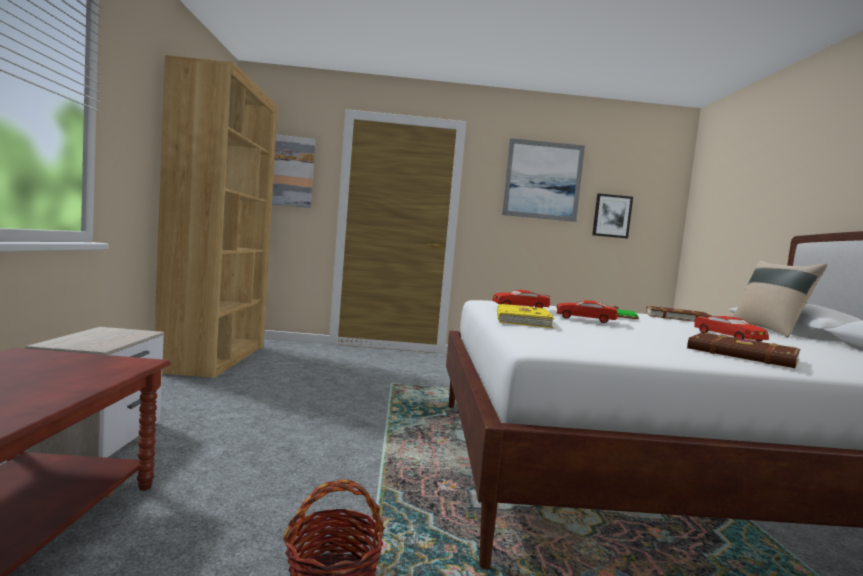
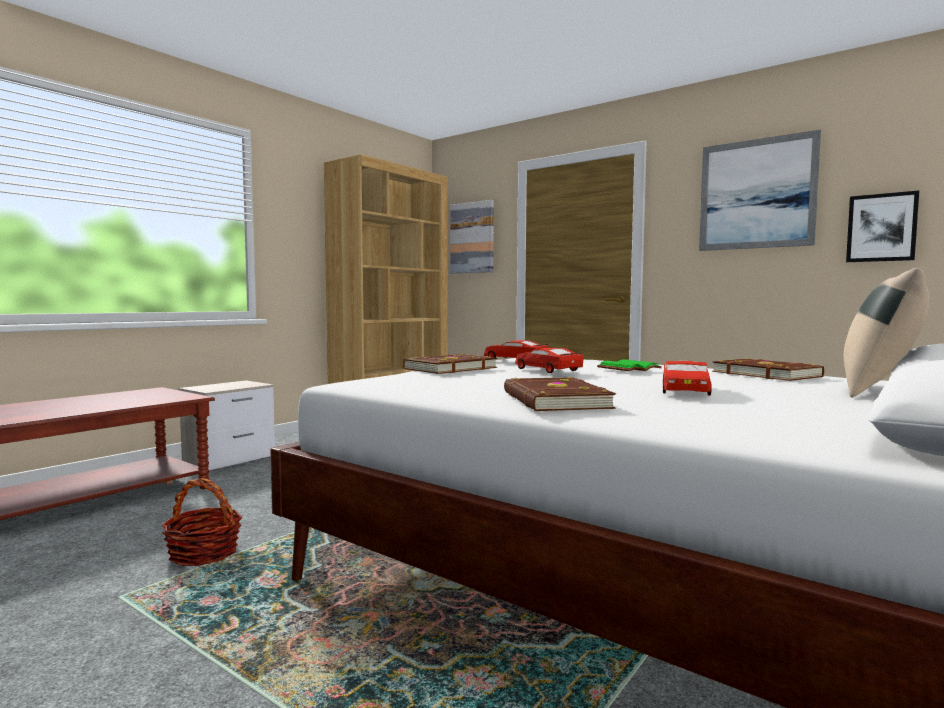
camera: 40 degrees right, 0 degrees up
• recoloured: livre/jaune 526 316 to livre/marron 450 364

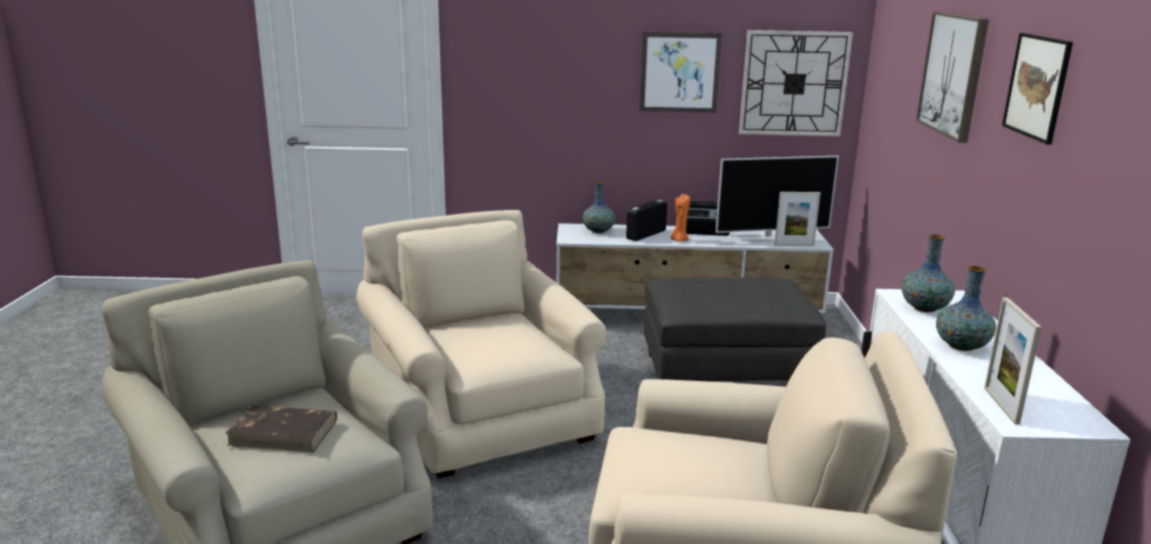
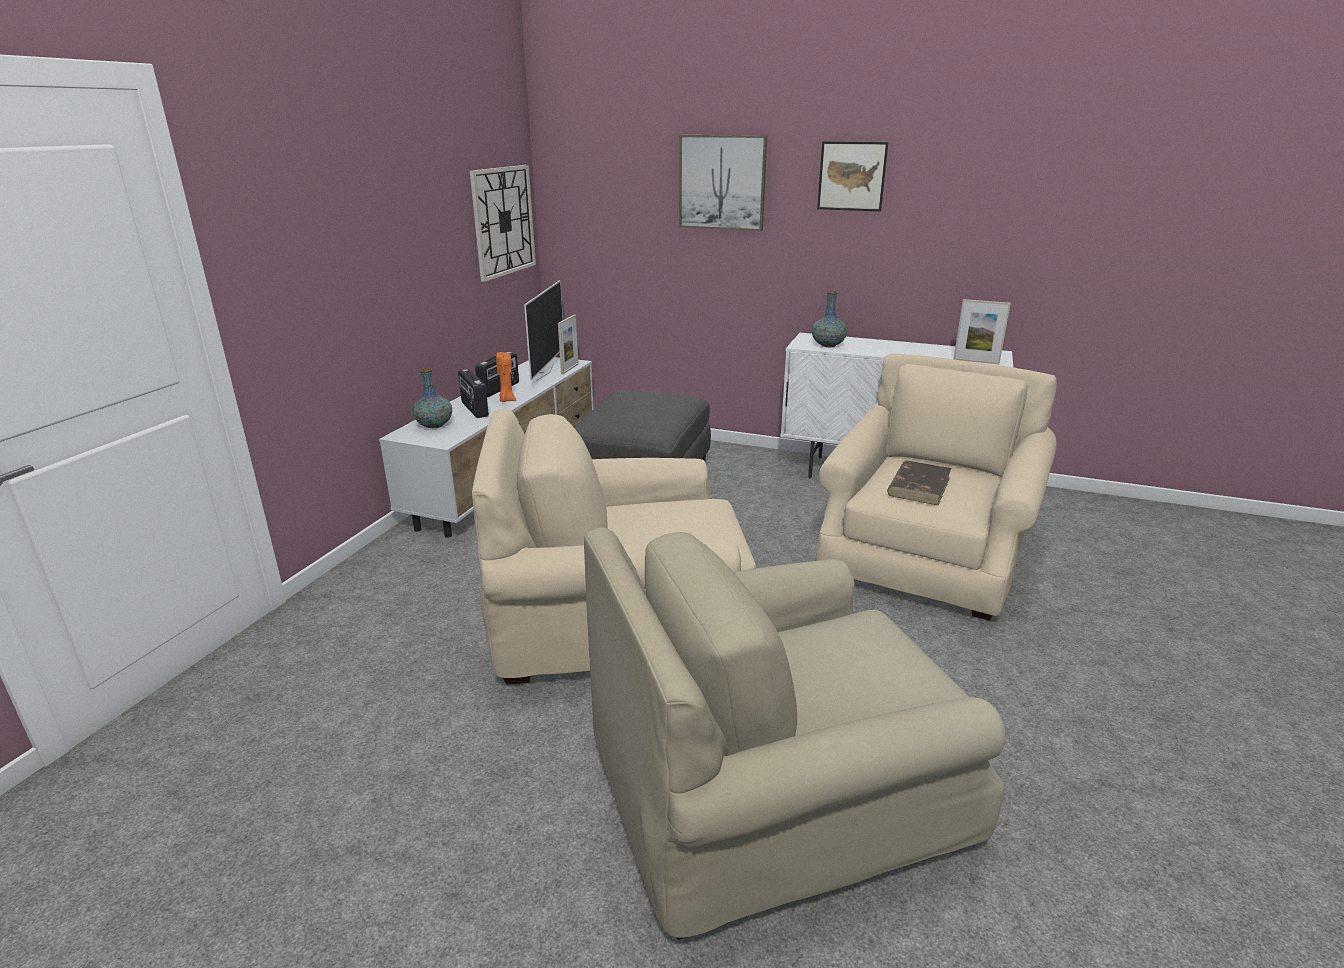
camera: 70 degrees left, 5 degrees up
• moved: livre/marron 281 428 to 919 483
• removed: tableau 680 72
• removed: vase 966 308

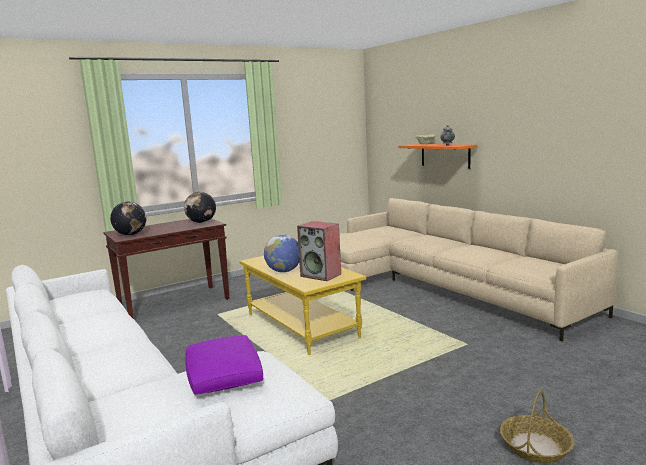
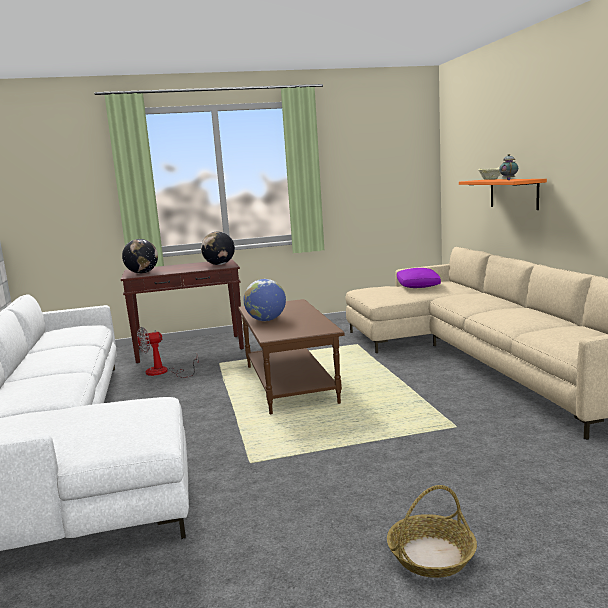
camera: 20 degrees right, 0 degrees up
• moved: coussin/violet 224 365 to 419 278
• recoloured: table basse/jaune 302 305 to table basse/marron 291 356
• removed: enceinte 319 251
• added: ventilateur 168 352

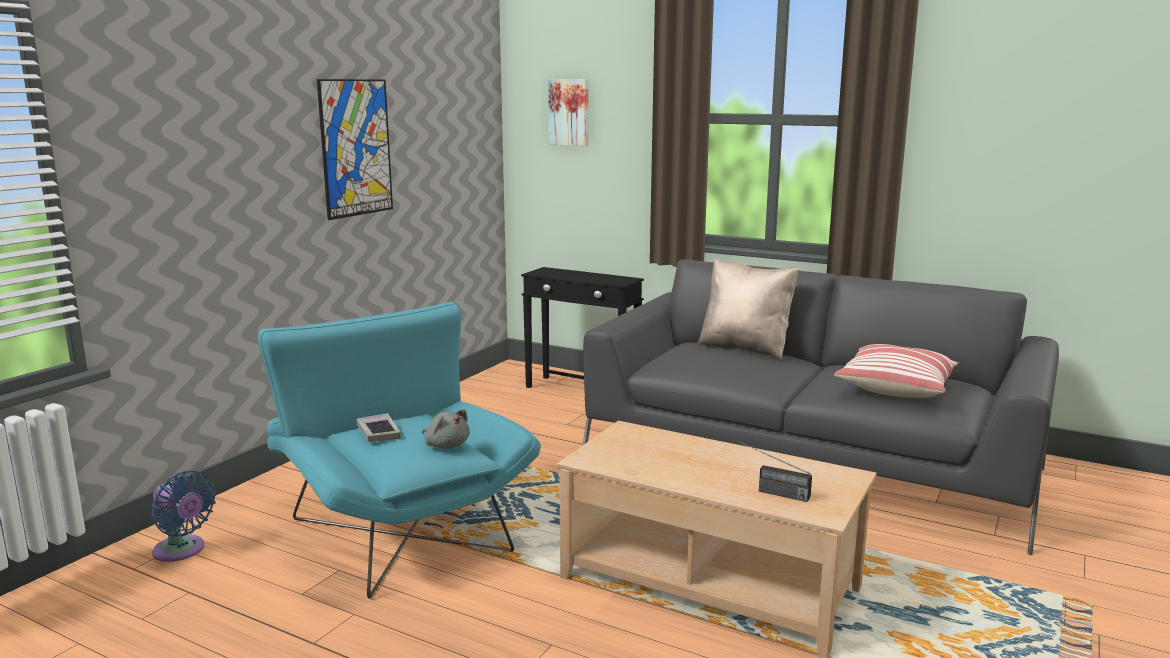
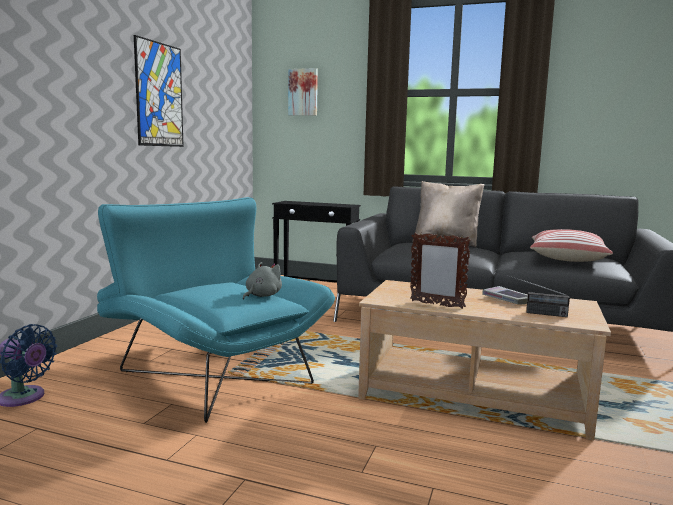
camera: 10 degrees left, 5 degrees down
• moved: livre 379 427 to 505 295
• turned: peluche/gris 446 429 = 262 281 90 degrees counterclockwise
• added: cadre photo 440 271

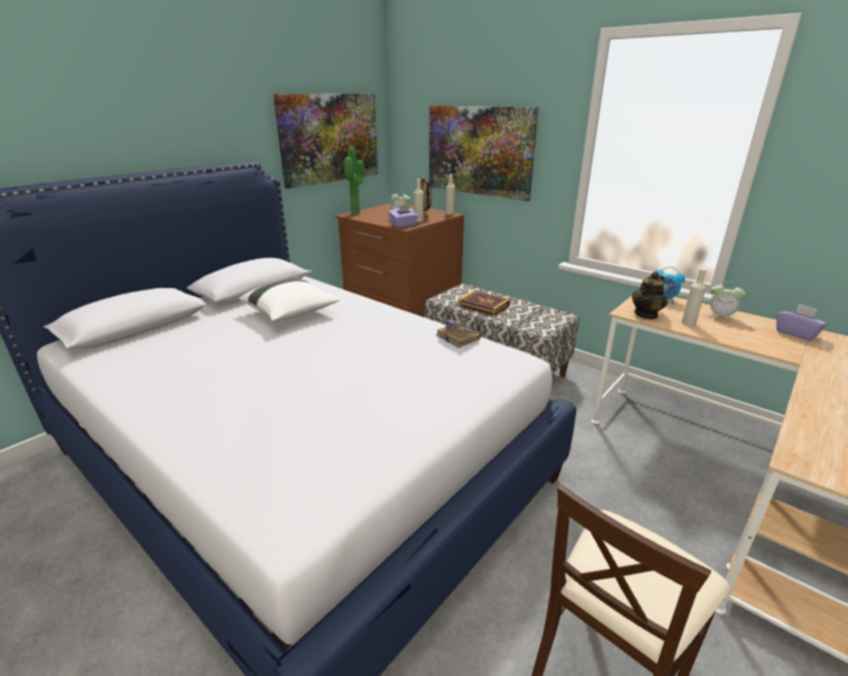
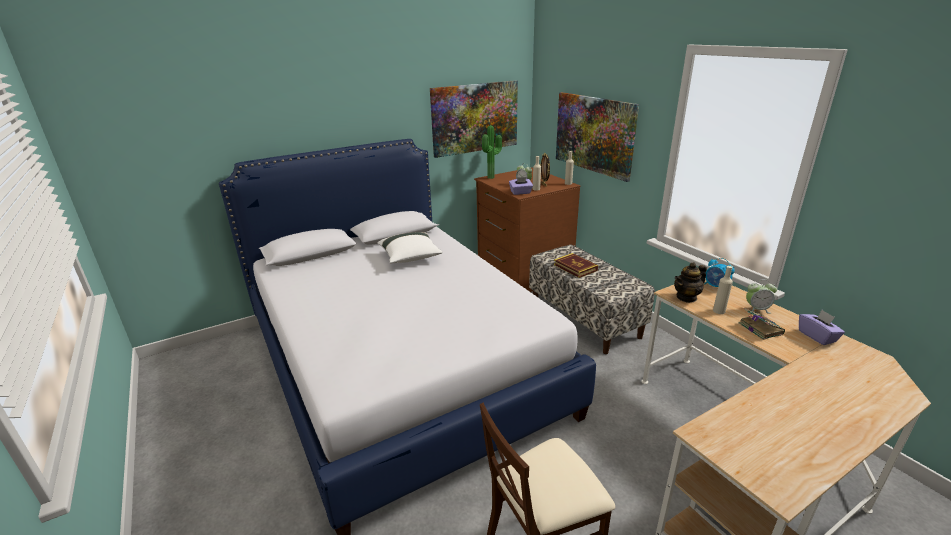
camera: 20 degrees right, 0 degrees up
• moved: livre 458 332 to 762 324
• turned: réveil 726 301 = 761 296 45 degrees counterclockwise

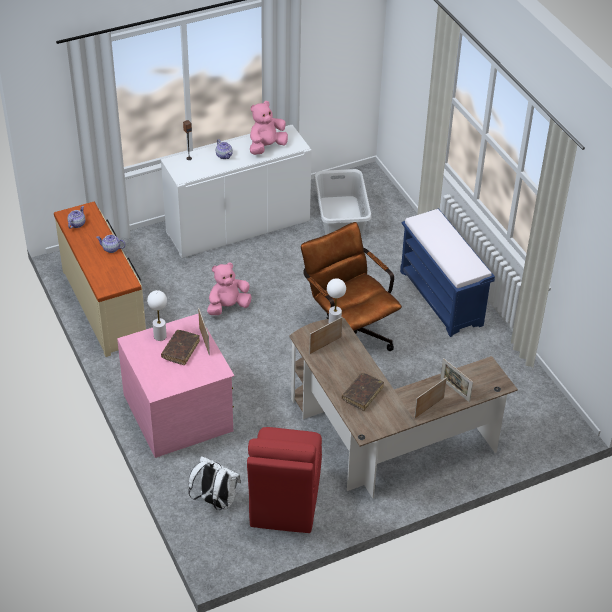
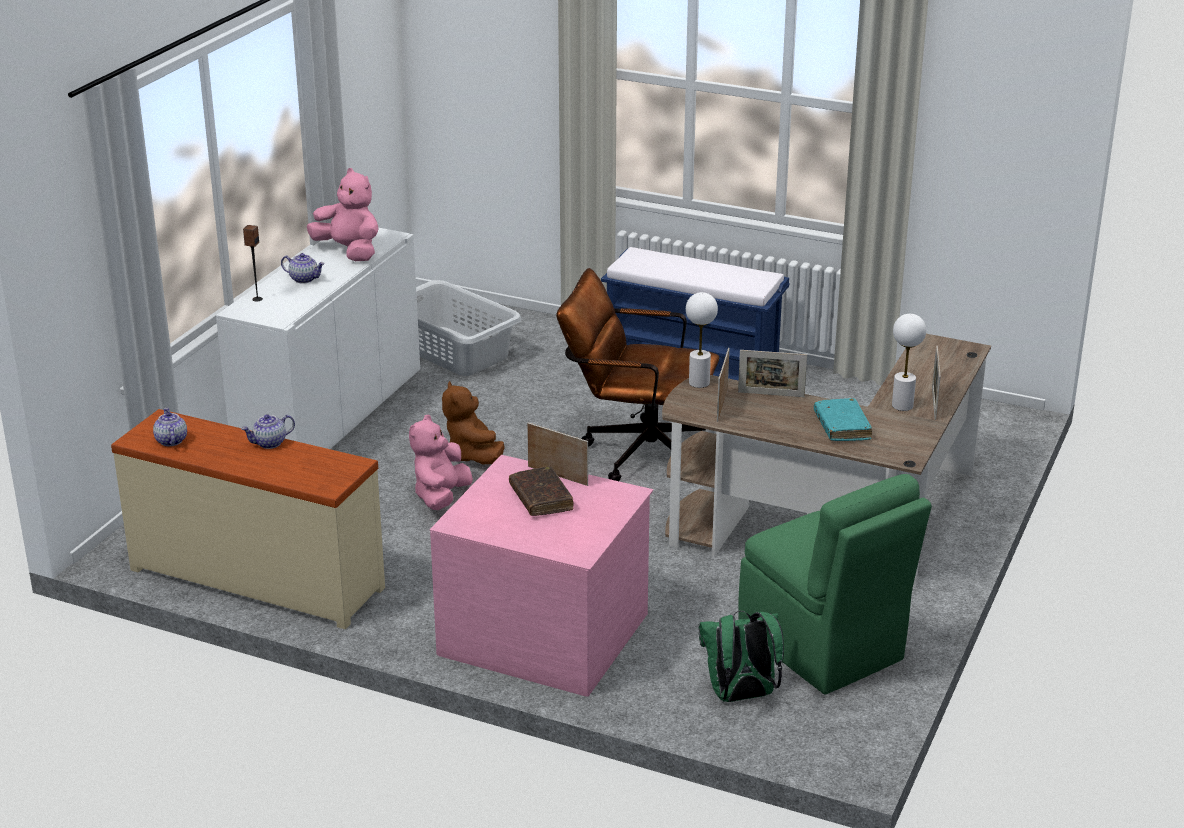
camera: 40 degrees left, 15 degrees down
• moved: lampe de table/blanc 157 315 to 909 362
• recoloured: sac à dos/blanc 214 483 to sac à dos/vert 741 656
• recoloured: chaise/rouge 284 480 to chaise/vert 835 584
• turned: peluche/rose 269 128 = 343 214 120 degrees clockwise
• recoloured: livre/marron 363 391 to livre/turquoise 843 419
• moved: cadre photo 456 380 to 772 373
• added: peluche/marron 473 422

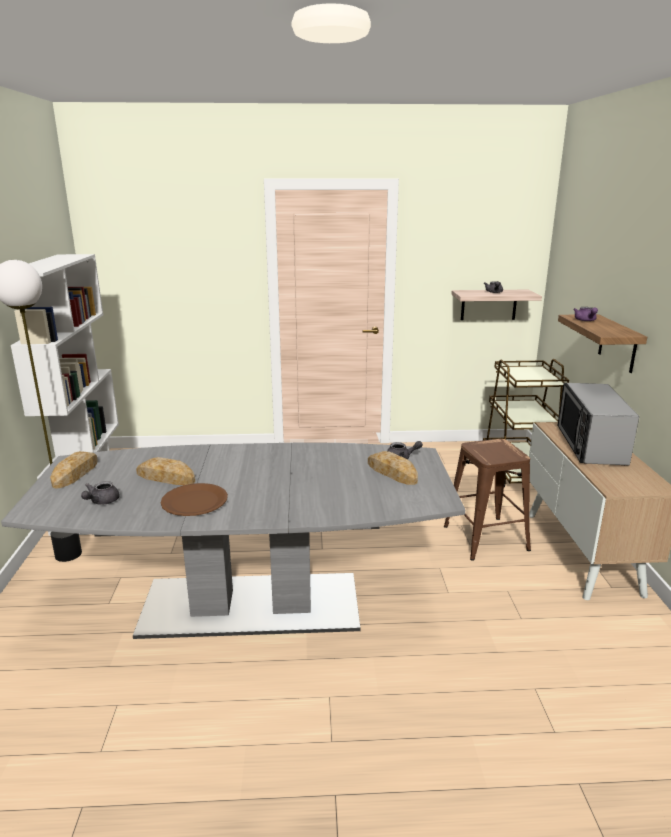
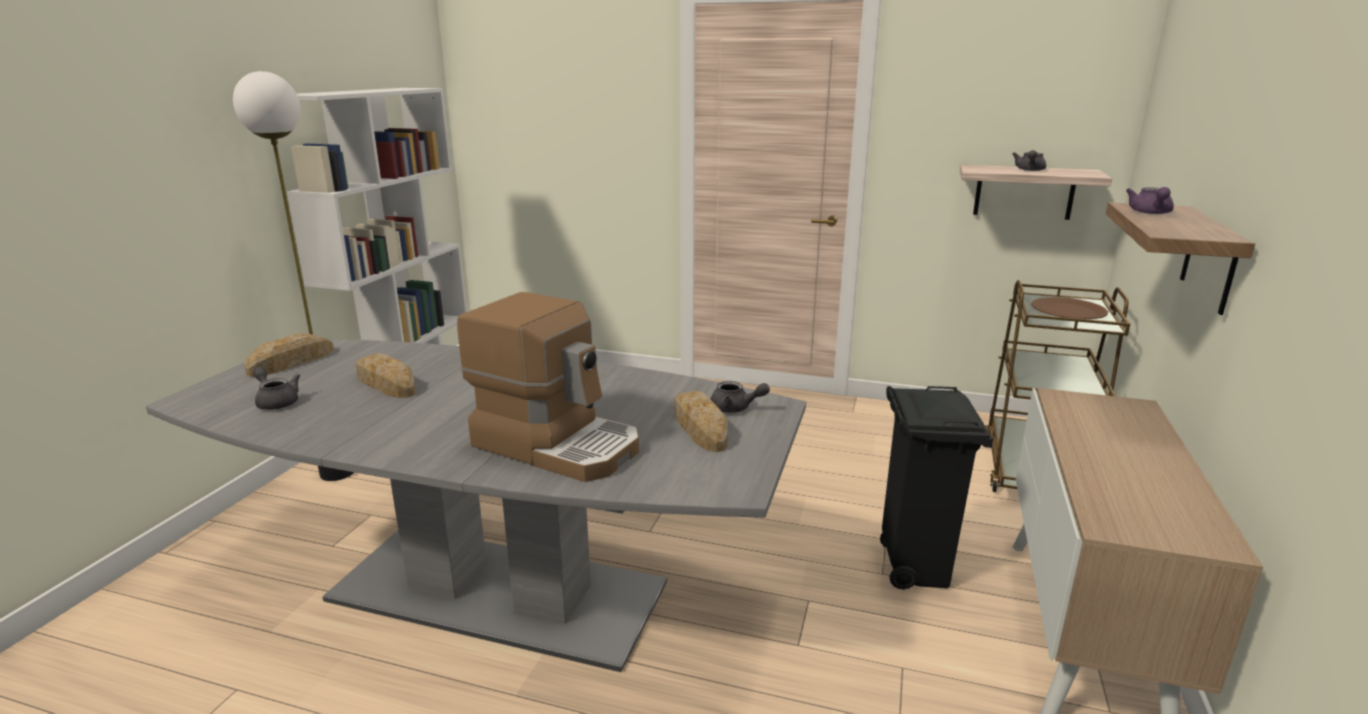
camera: 20 degrees right, 0 degrees up
• turned: théière/gris 100 493 = 276 388 90 degrees clockwise
• moved: assiette/marron 194 499 to 1069 308
• replaced: tabouret/marron 487 500 to poubelle/noir 936 488
• removed: micro-ondes 598 424
• added: machine à café 548 387

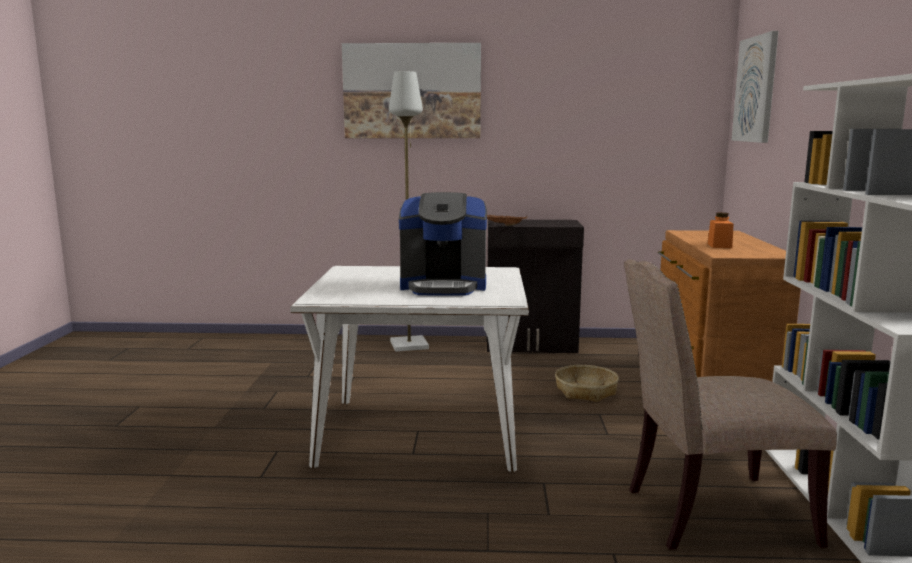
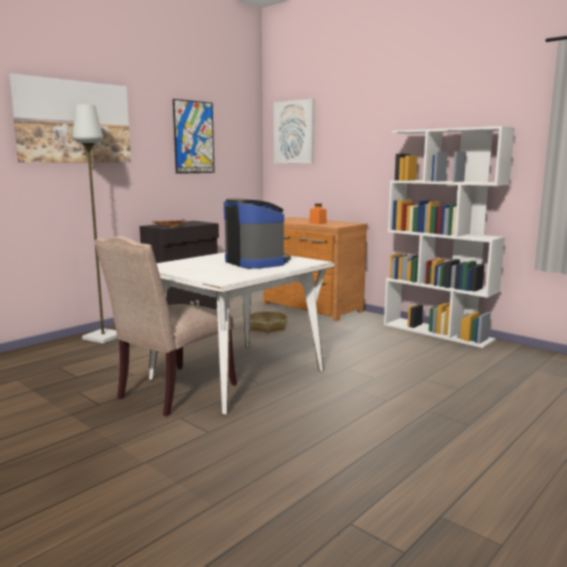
camera: 50 degrees left, 0 degrees up
• turned: machine à café 443 244 = 257 233 75 degrees counterclockwise
• moved: chaise/beige 730 404 to 165 326
• added: tableau 194 136

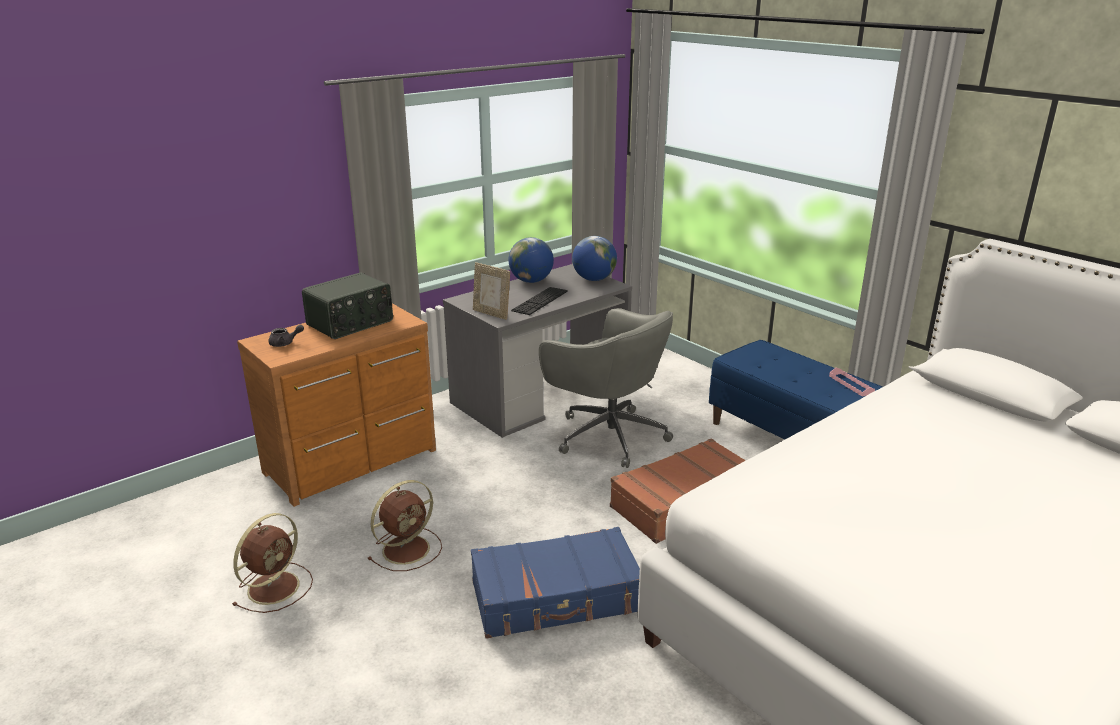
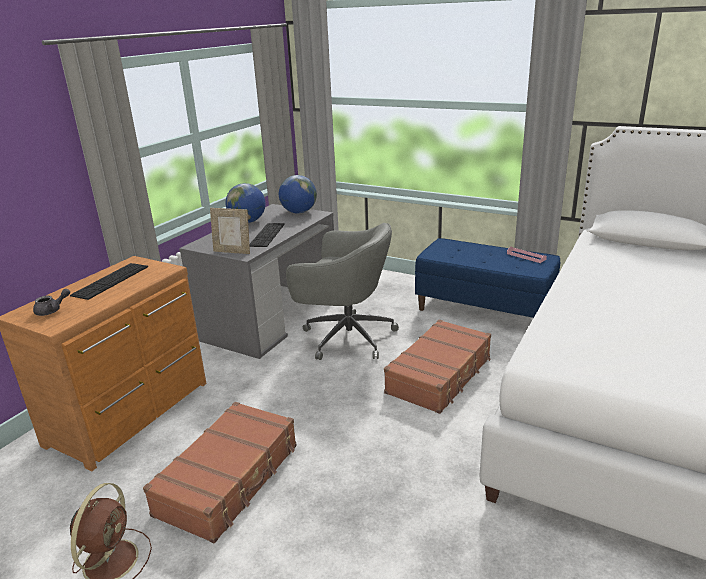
camera: 20 degrees left, 0 degrees up
• replaced: radio 347 306 to clavier 109 281
• replaced: ventilateur/marron 404 525 to valise/marron 220 472
• removed: valise/bleu 555 583

